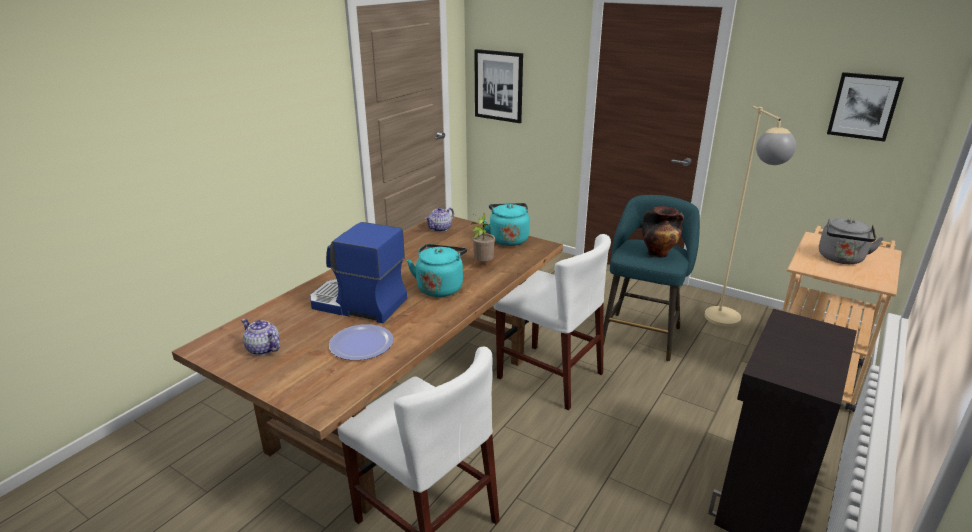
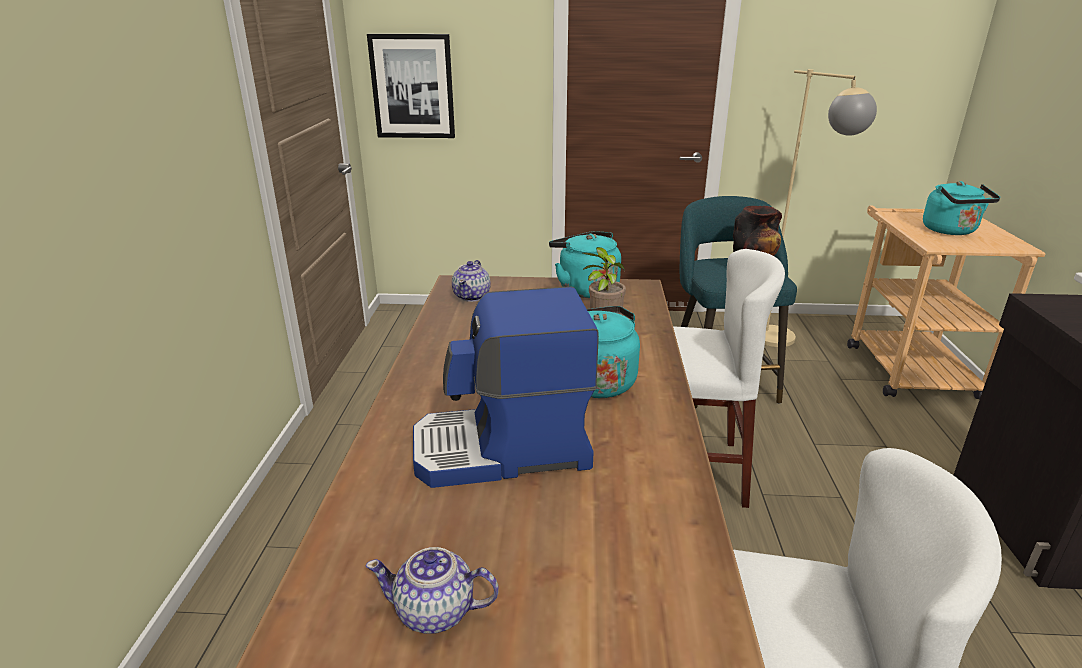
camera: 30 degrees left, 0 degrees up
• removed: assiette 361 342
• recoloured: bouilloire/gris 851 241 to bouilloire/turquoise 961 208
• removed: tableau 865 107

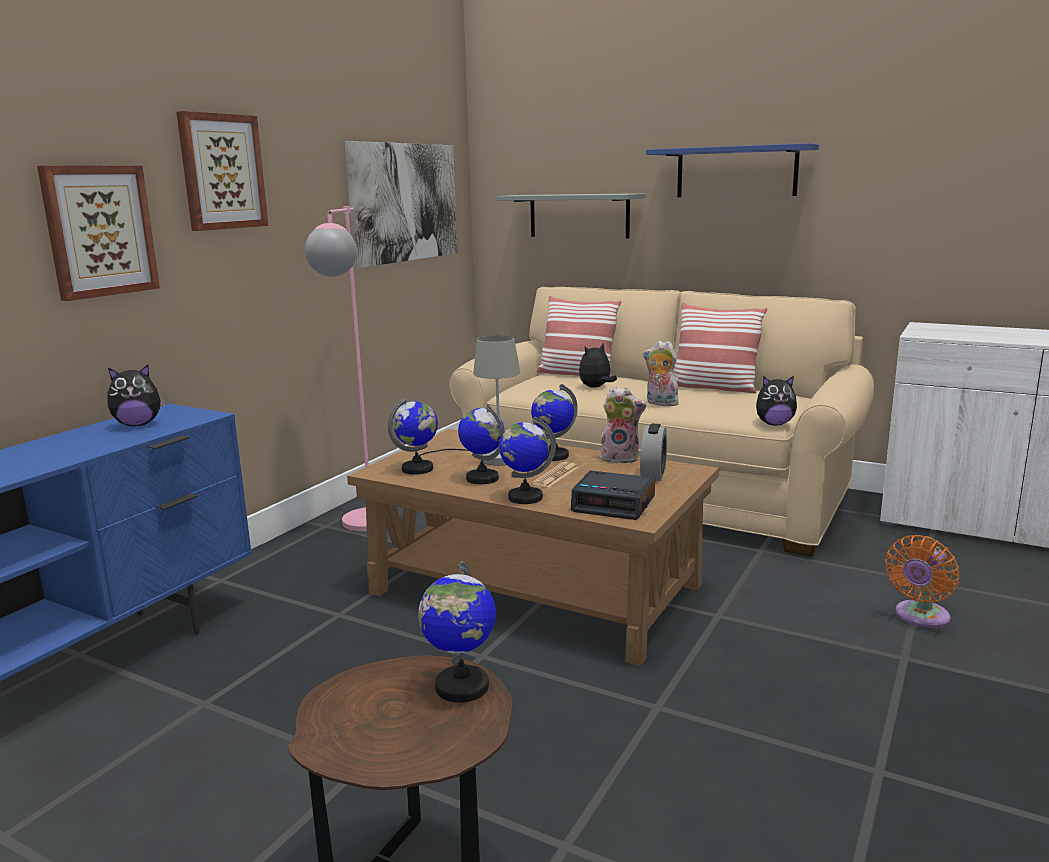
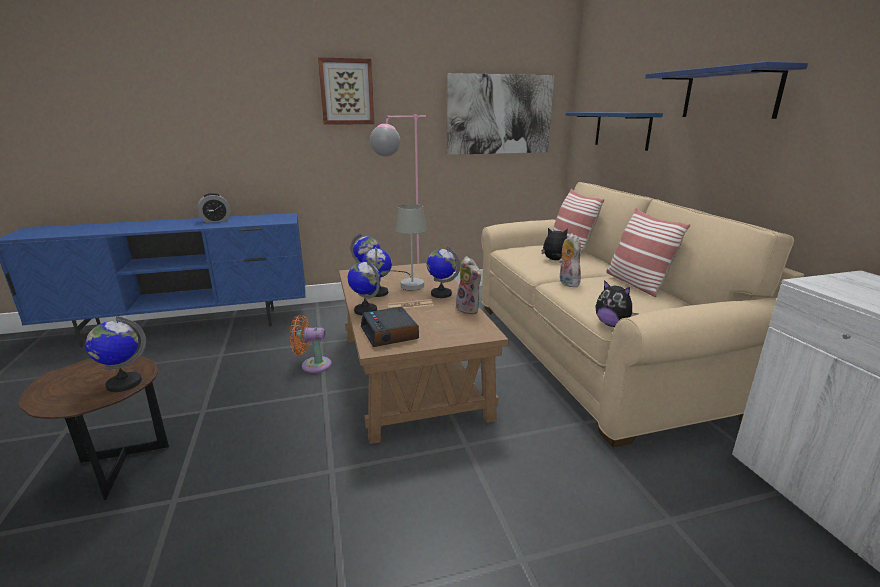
camera: 45 degrees right, 5 degrees up
• removed: tableau 98 233
• removed: peluche 136 395
• recoloured: étagère/gris 570 215 to étagère/bleu 614 131
• moved: réveil 653 452 to 214 208
• moved: ventilateur/orange 922 581 to 311 344

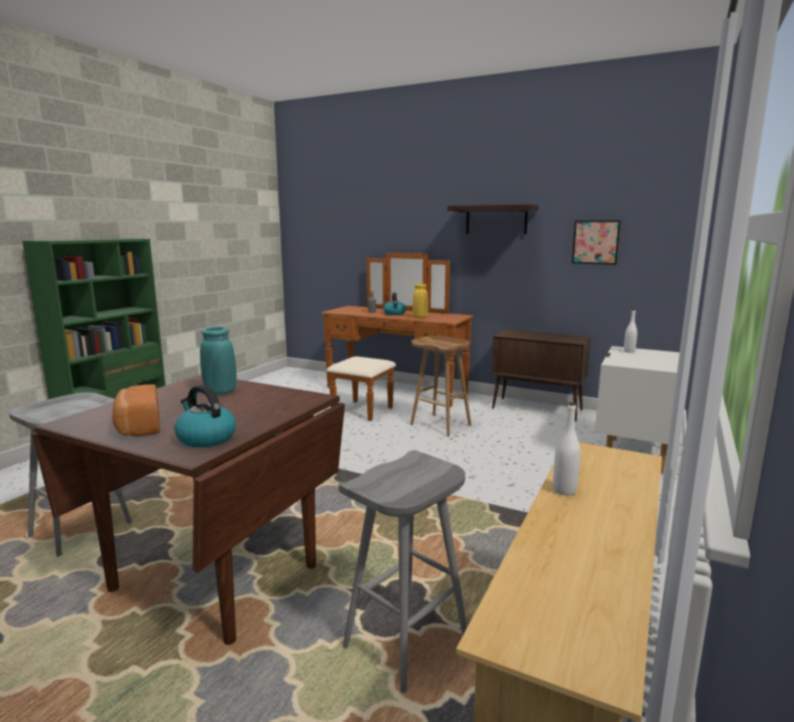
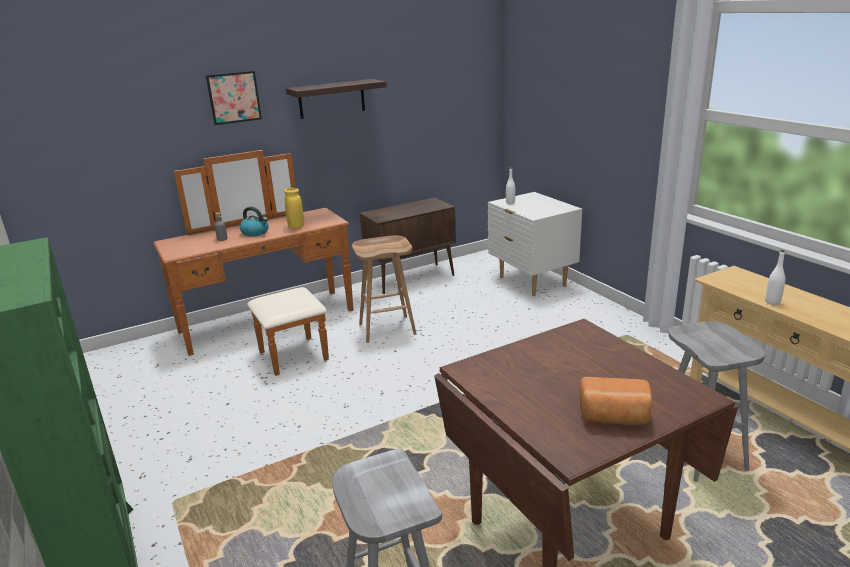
camera: 55 degrees left, 10 degrees up
• removed: bouilloire 205 416
• removed: vase/turquoise 218 360
• moved: tableau 596 242 to 234 98

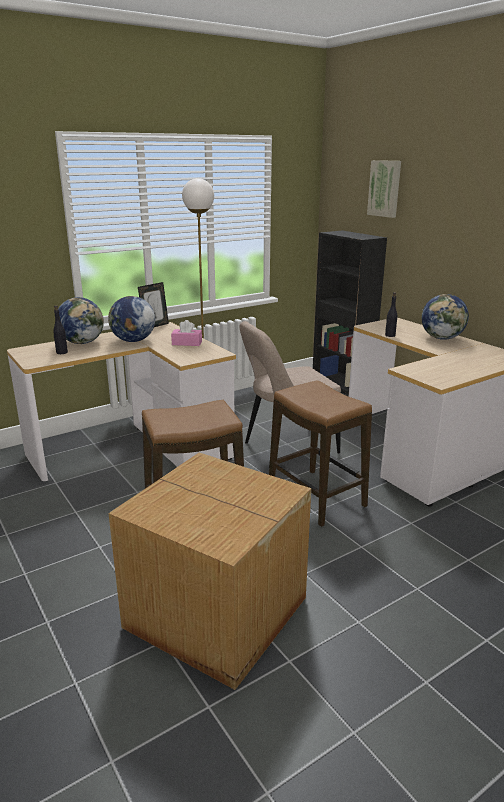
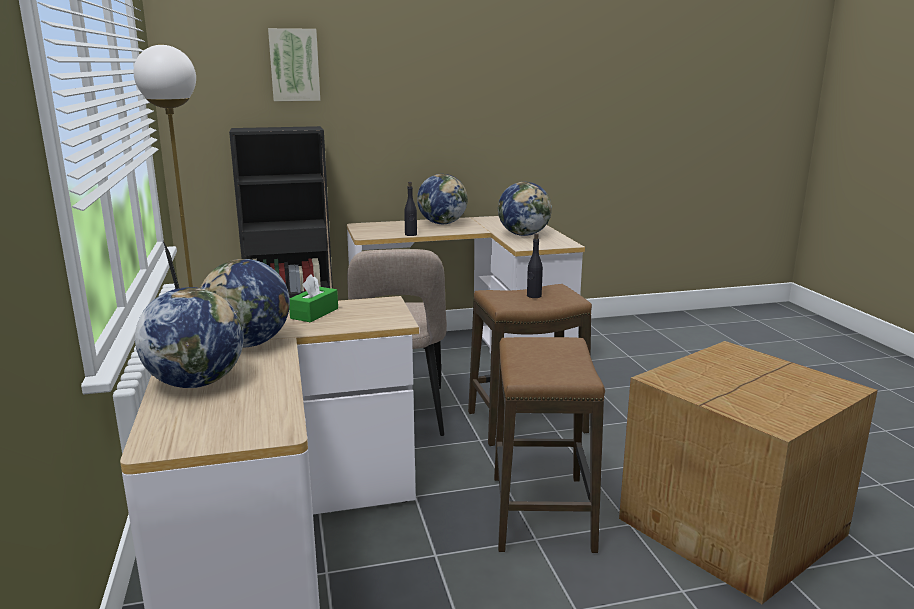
camera: 70 degrees left, 5 degrees down
• moved: bouteille/noir 60 330 to 535 265
• recoloured: boîte à mouchoirs/rose 186 333 to boîte à mouchoirs/vert 313 298
• added: globe 525 209

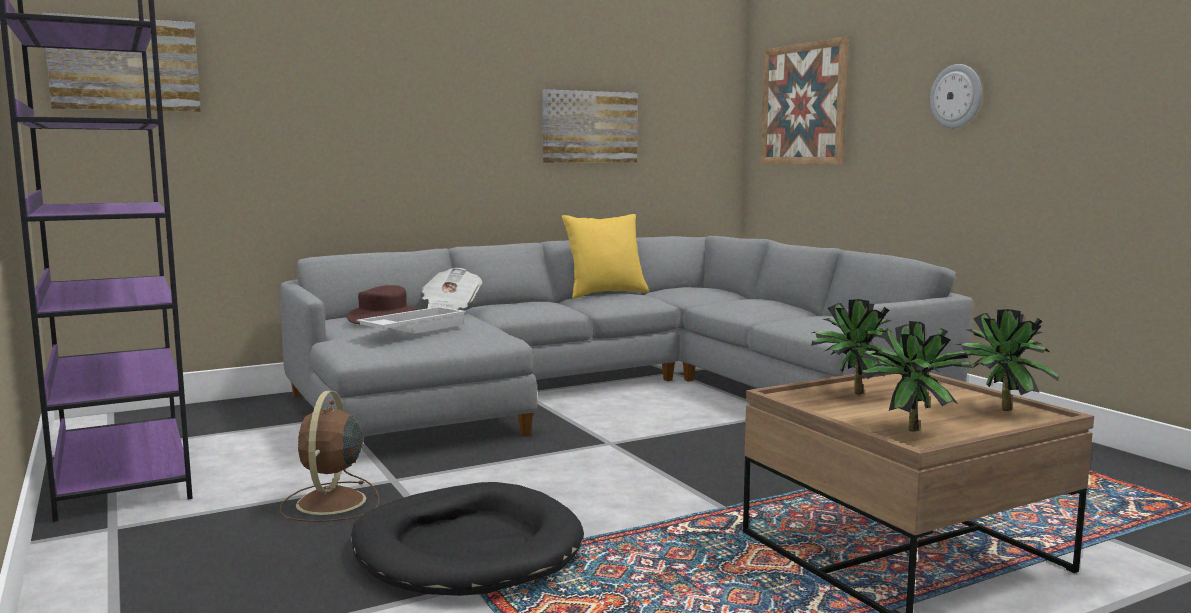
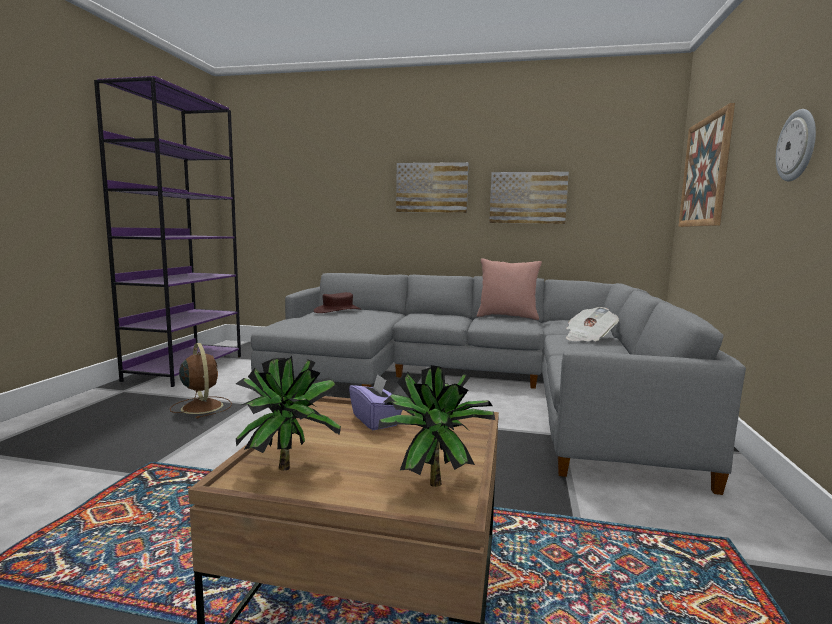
camera: 40 degrees right, 0 degrees up
• moved: tableau 121 62 to 432 187
• turned: ventilateur/marron 330 456 = 201 380 105 degrees clockwise
• removed: panier pour chien/noir 467 539
• removed: plateau/blanc 411 320
• moved: journal 452 288 to 592 324
• recoloured: coussin/jaune 605 256 to coussin/rose 509 289
• replaced: plante en pot 851 346 to boîte à mouchoirs/violet 375 402

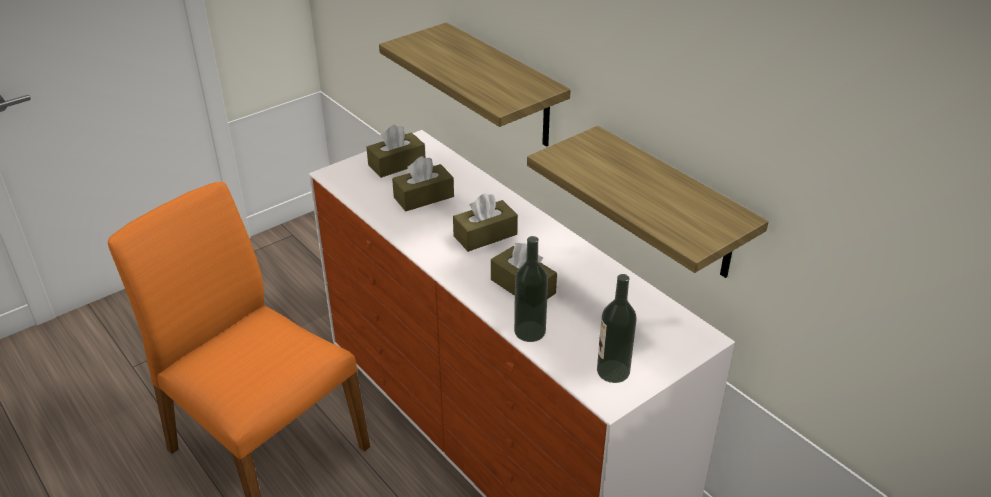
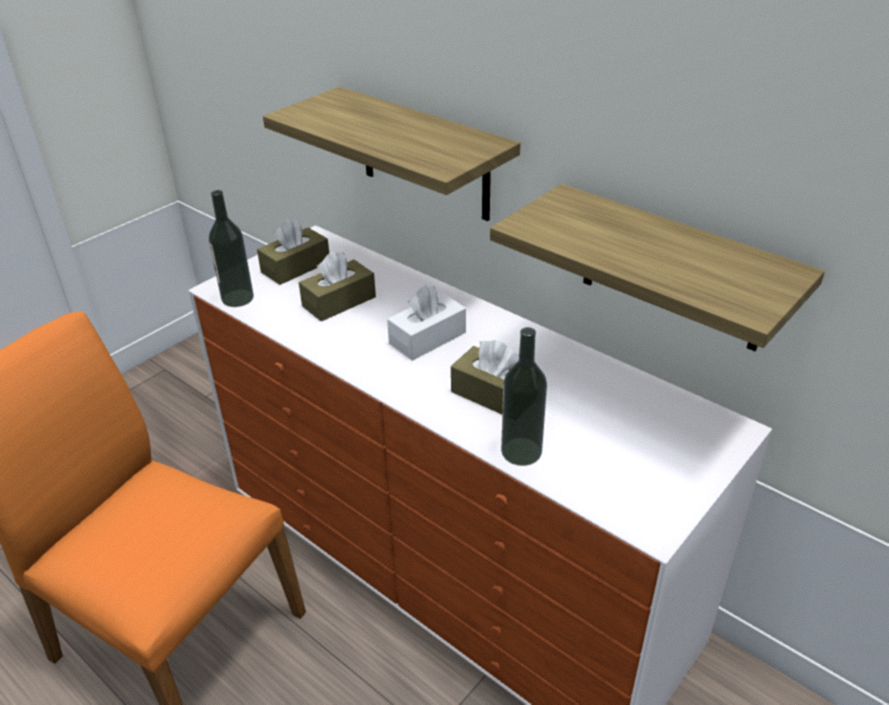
camera: 10 degrees left, 0 degrees up
• recoloured: boîte à mouchoirs/marron 485 222 to boîte à mouchoirs/blanc 426 323
• moved: bouteille 617 328 to 231 248

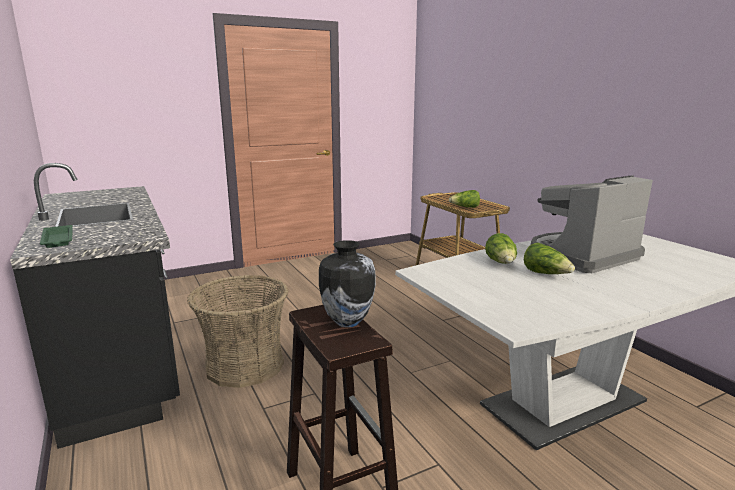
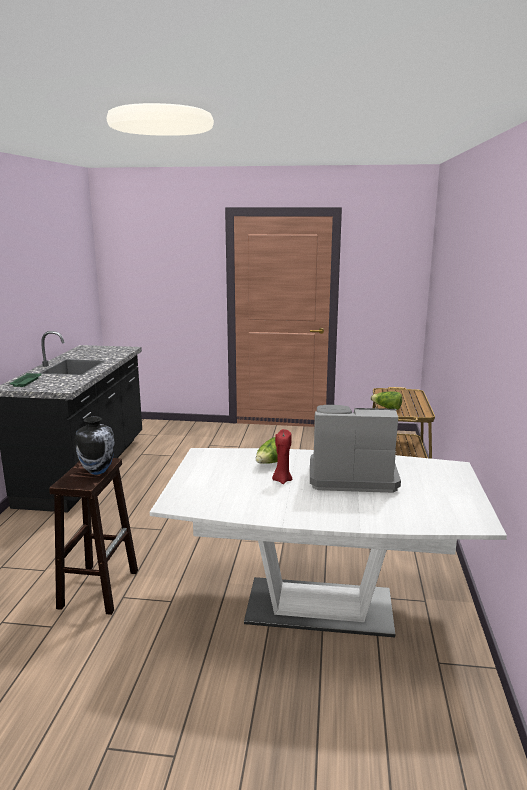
camera: 35 degrees right, 0 degrees up
• removed: panier 237 331
• replaced: laitue 549 258 to bougie/rouge 282 456

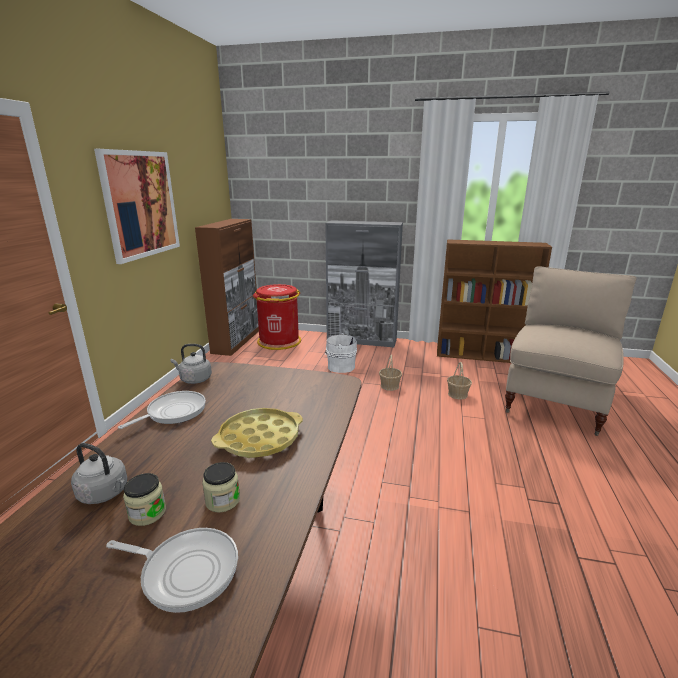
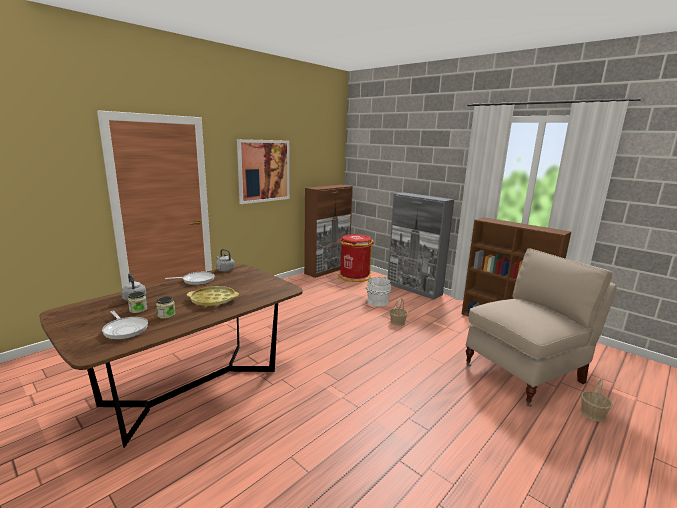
camera: 30 degrees right, 5 degrees down
• moved: panier 459 380 to 596 400

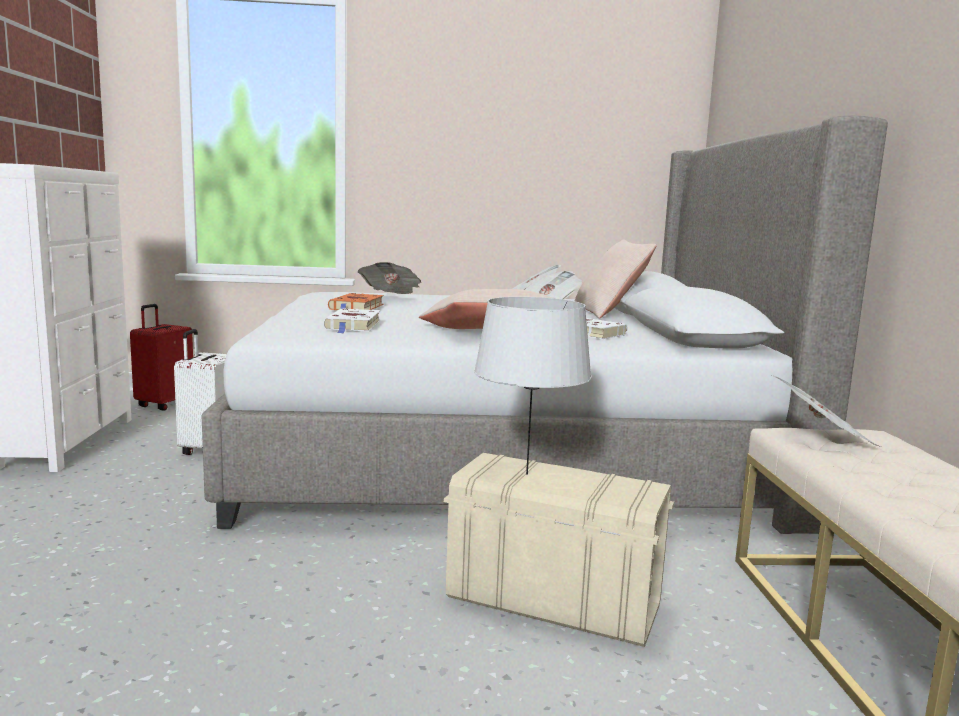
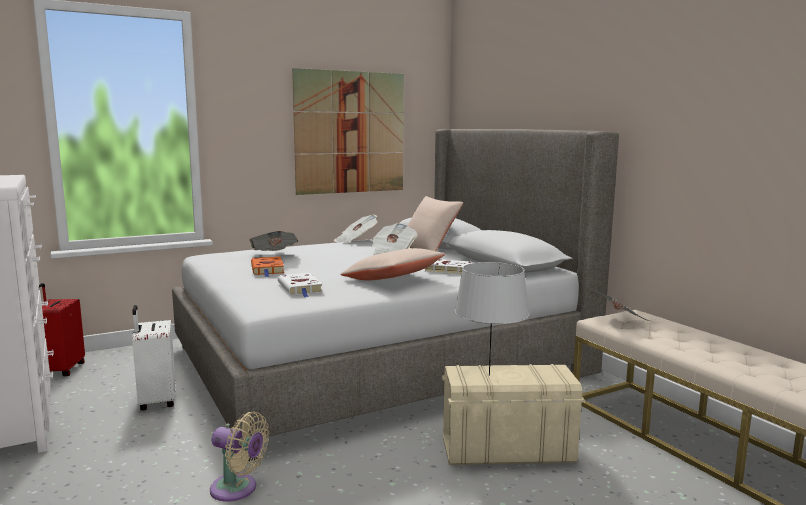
camera: 25 degrees left, 0 degrees up
• added: ventilateur/beige 239 457
• added: tableau 348 131

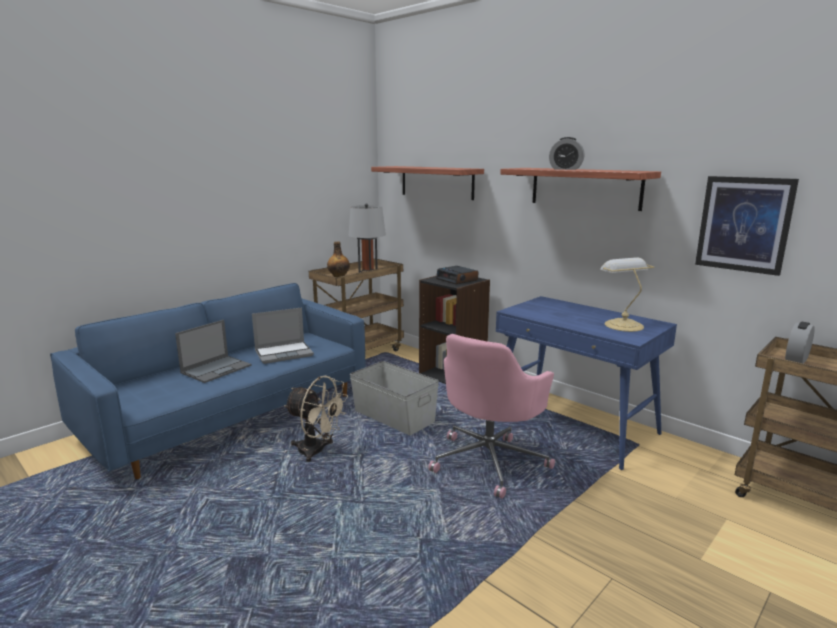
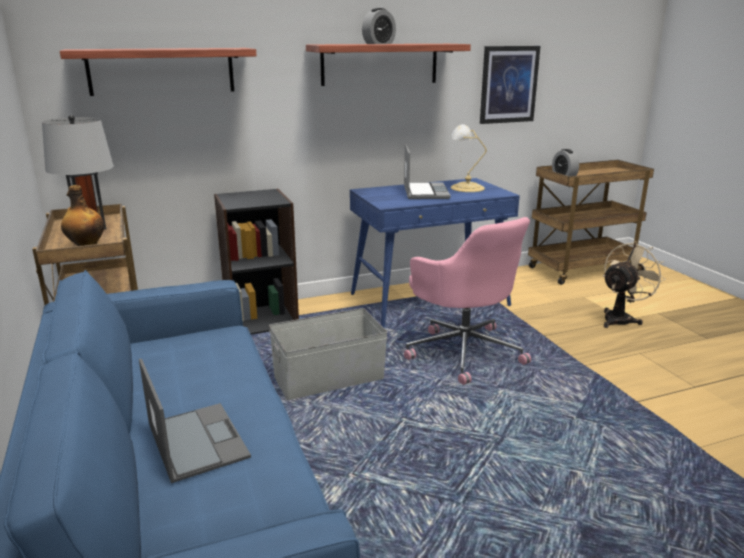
camera: 65 degrees left, 5 degrees up
• moved: ordinateur portable 283 335 to 427 171
• moved: ventilateur/beige 316 419 to 634 284
• removed: réveil 457 275

